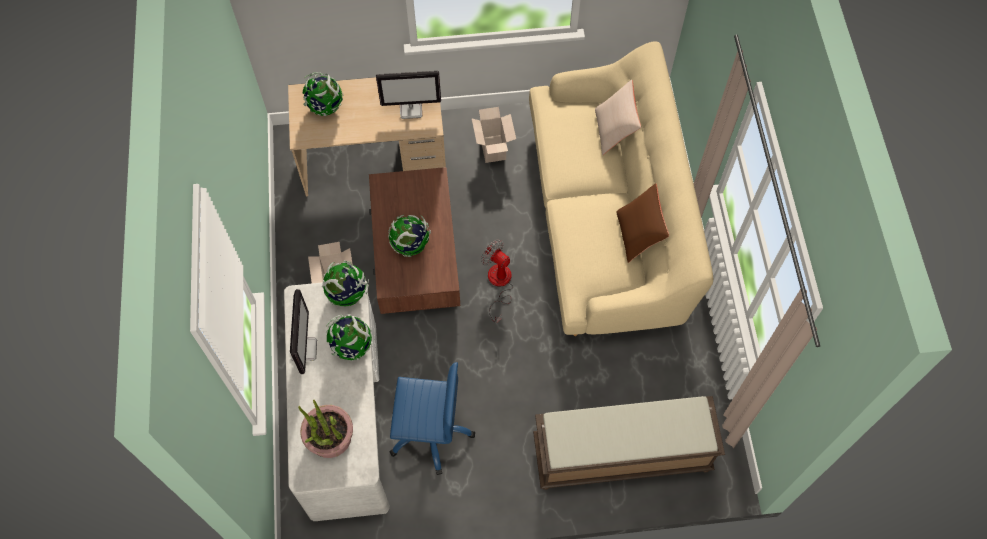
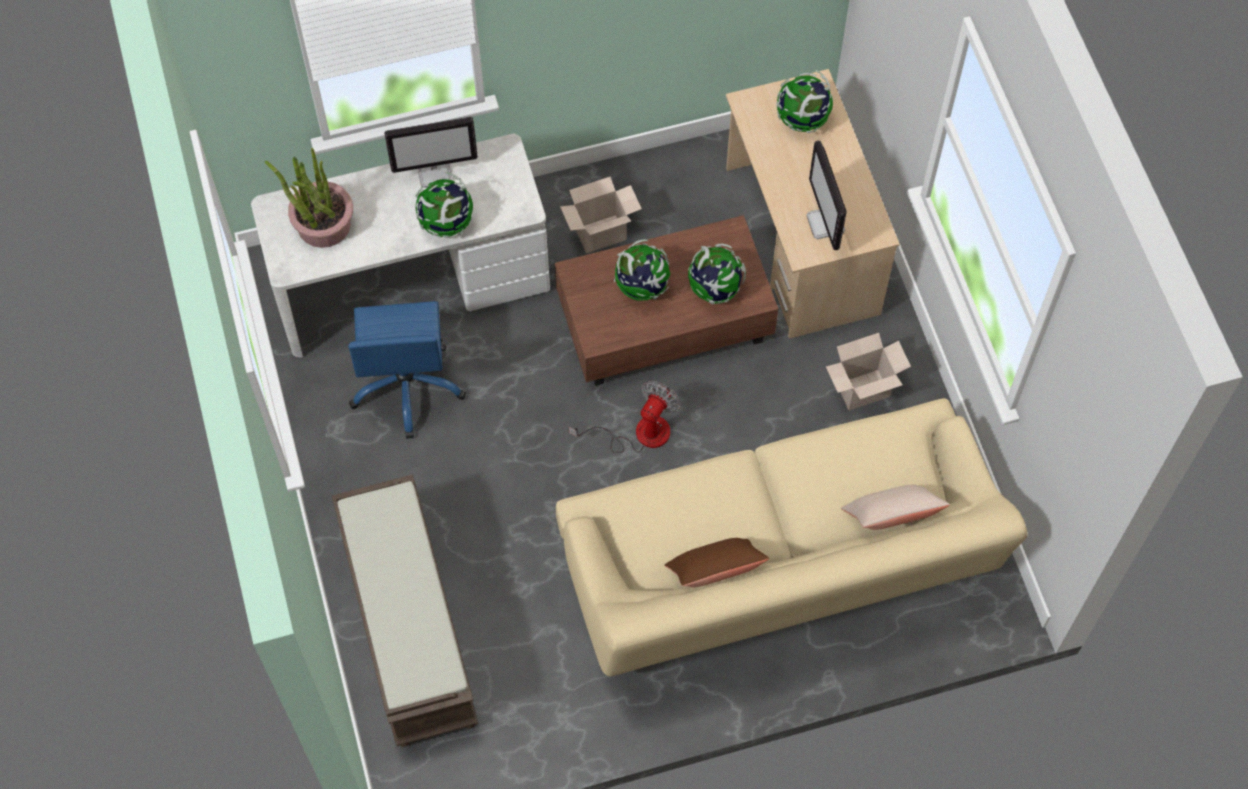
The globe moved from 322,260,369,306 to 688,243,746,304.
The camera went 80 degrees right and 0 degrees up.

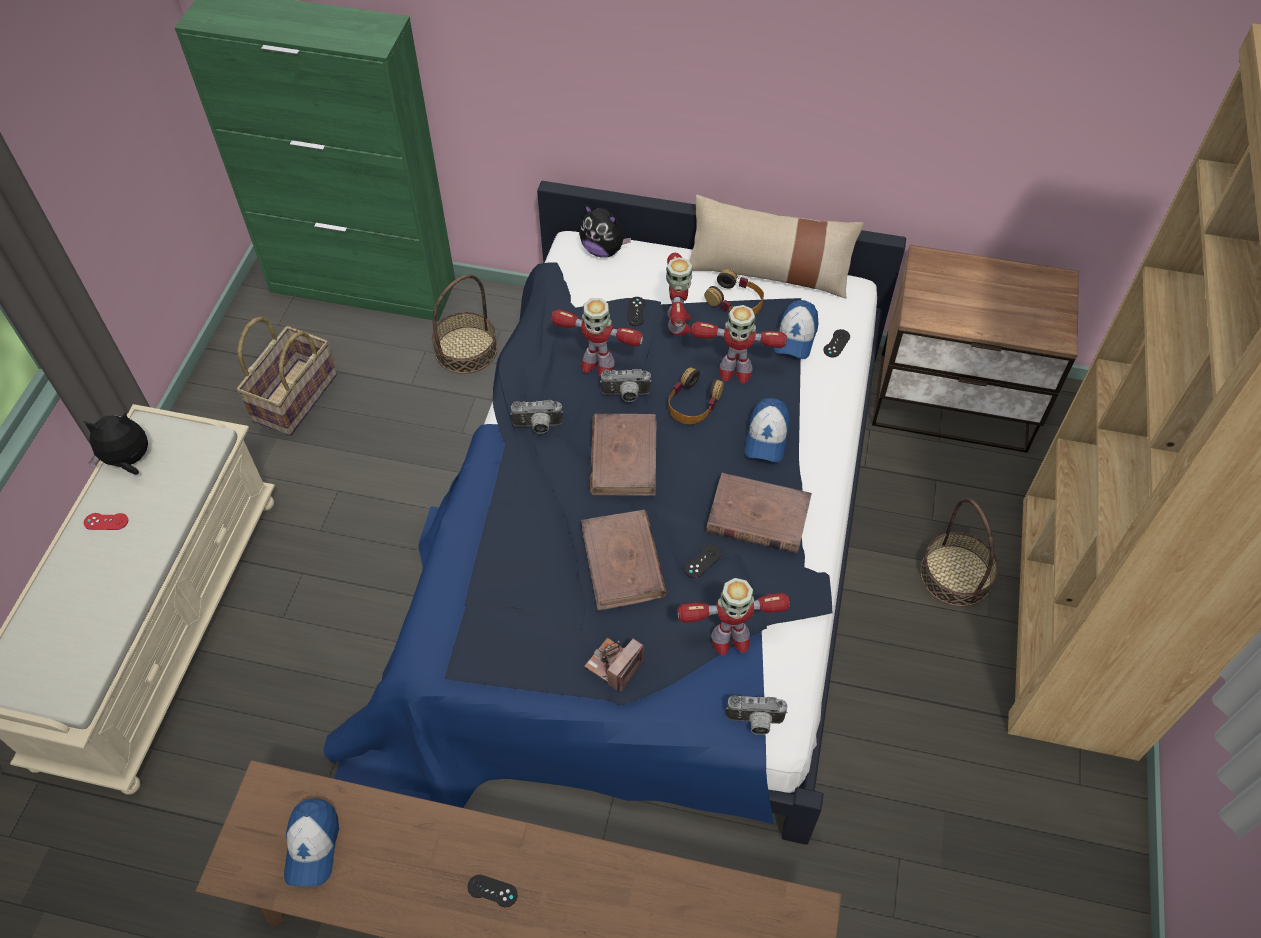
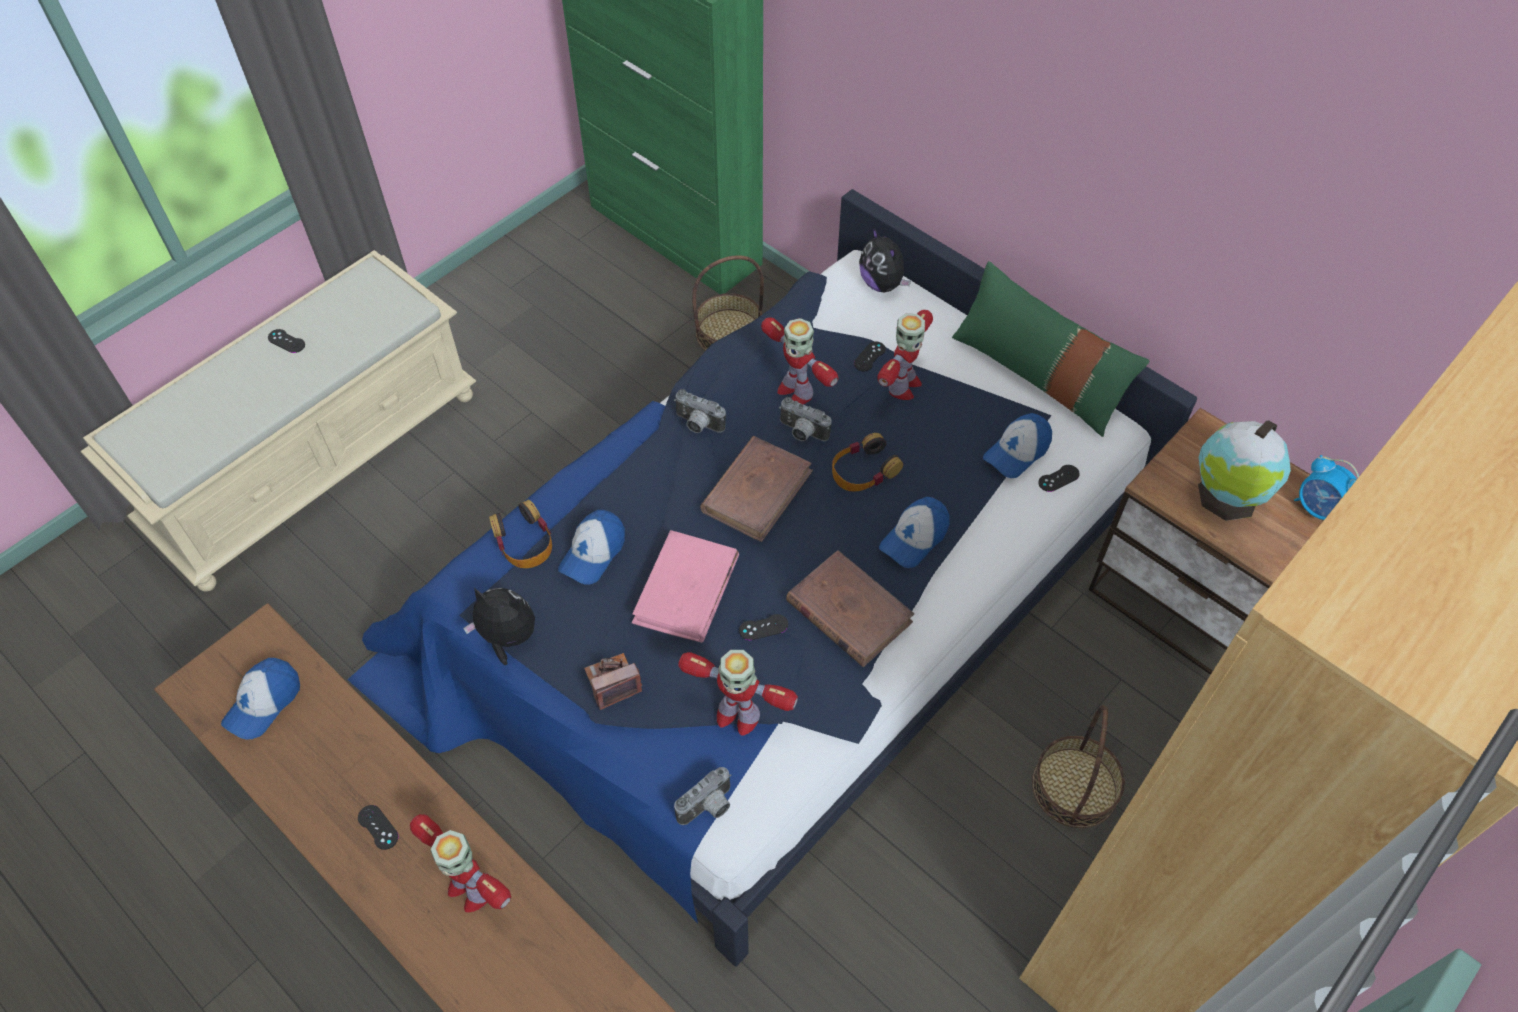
The beige pillow at 689,195,864,298 became the green pillow at 952,261,1150,437.
The headphones moved from 704,269,764,315 to 489,500,552,568.
The toy robot moved from 691,305,787,384 to 410,814,511,913.
The basket at 236,317,337,436 disappeared.
The plush toy moved from 84,413,148,475 to 463,588,535,665.
The brown book at 581,510,667,611 became the pink book at 632,530,739,643.
The red game controller at 84,513,128,530 became the black game controller at 268,329,305,353.
The photo camera at 726,695,788,735 turned 75 degrees counterclockwise.
The globe at 1198,421,1291,521 appeared.
The alarm clock at 1294,455,1359,520 appeared.
The cap at 558,510,625,584 appeared.
The camera went 30 degrees right and 0 degrees up.

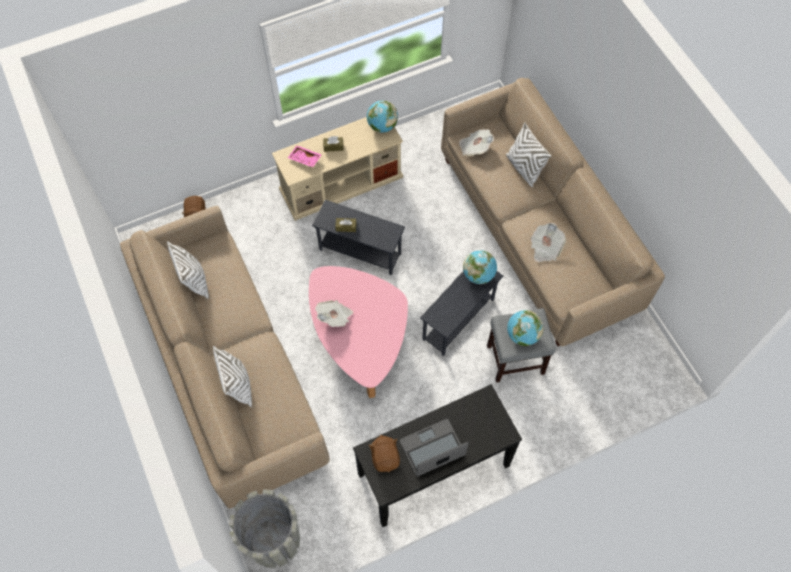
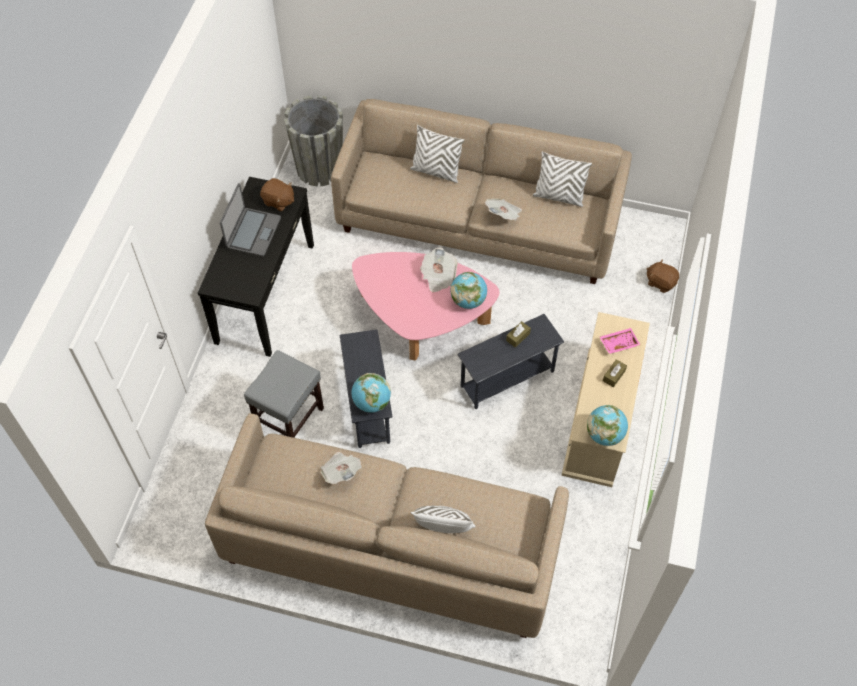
The newspaper moved from 459,129,494,156 to 485,199,522,220.
The globe moved from 507,310,543,346 to 450,272,487,309.
The camera went 130 degrees right and 5 degrees down.

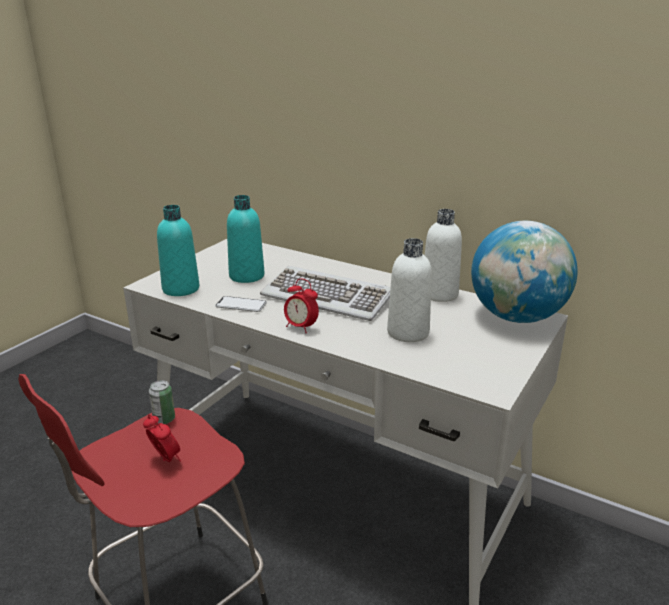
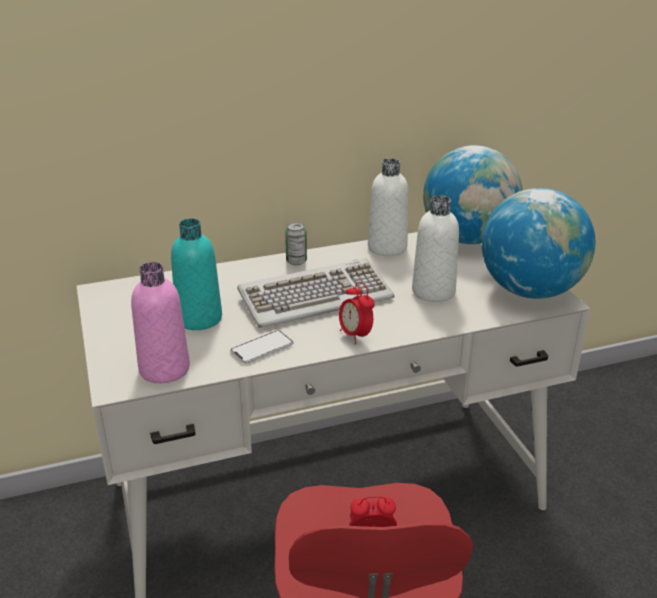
The turquoise bottle at 157,205,199,296 became the pink bottle at 131,262,190,383.
The alarm clock at 284,279,319,333 turned 75 degrees clockwise.
The can moved from 149,380,175,424 to 285,222,307,265.
The globe at 482,188,595,299 appeared.
The camera went 50 degrees left and 5 degrees up.

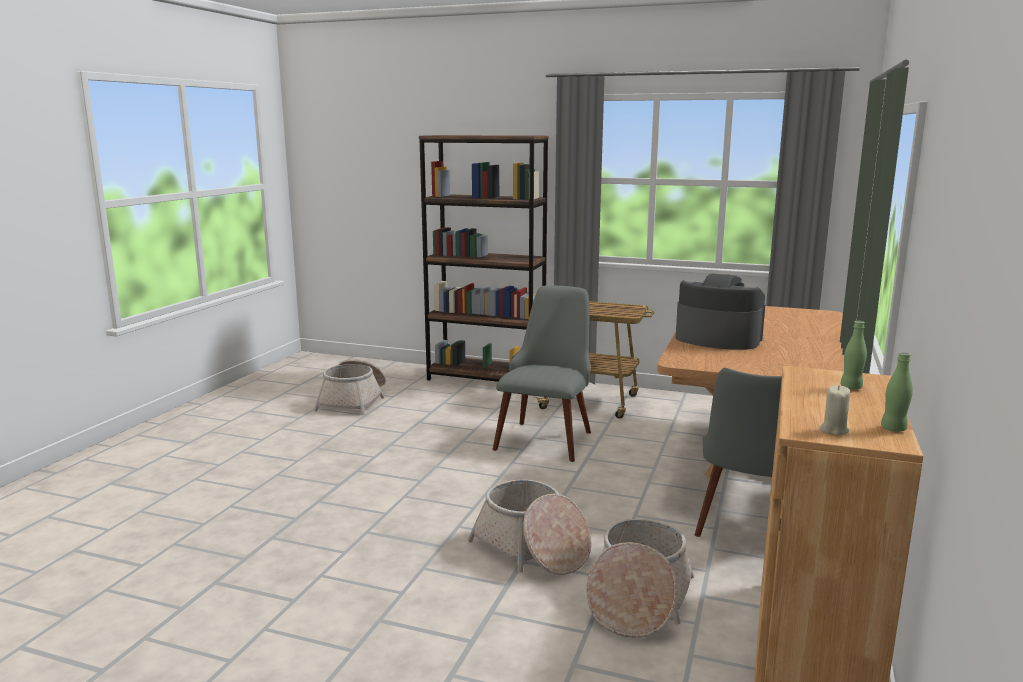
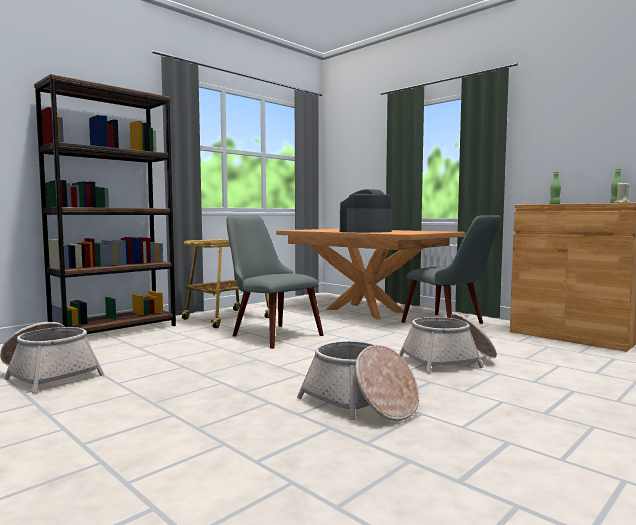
The basket moved from 586,519,694,638 to 297,341,419,421.
The camera went 65 degrees left and 10 degrees down.

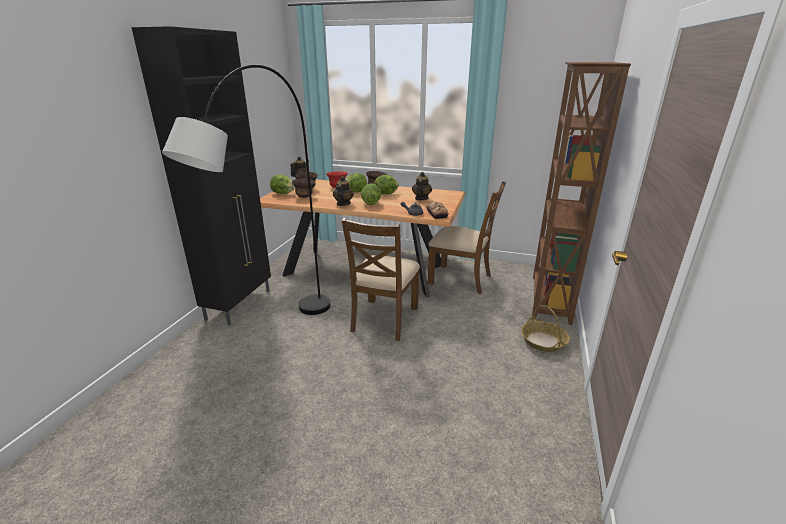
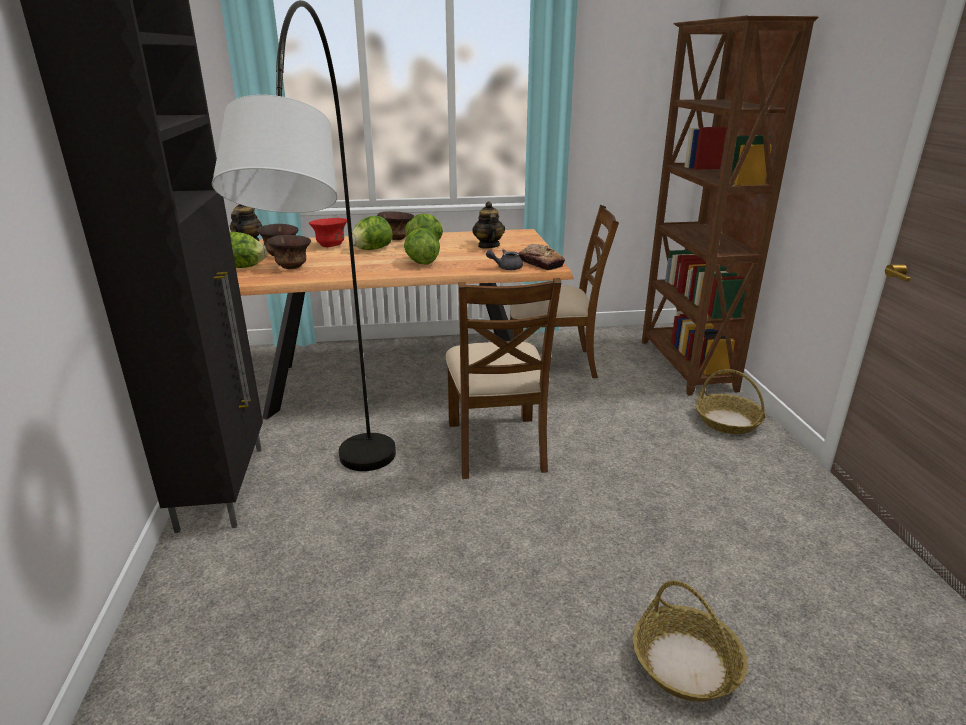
The teapot at 333,176,354,206 disappeared.
The basket at 633,580,748,702 appeared.
The camera went 25 degrees left and 0 degrees up.

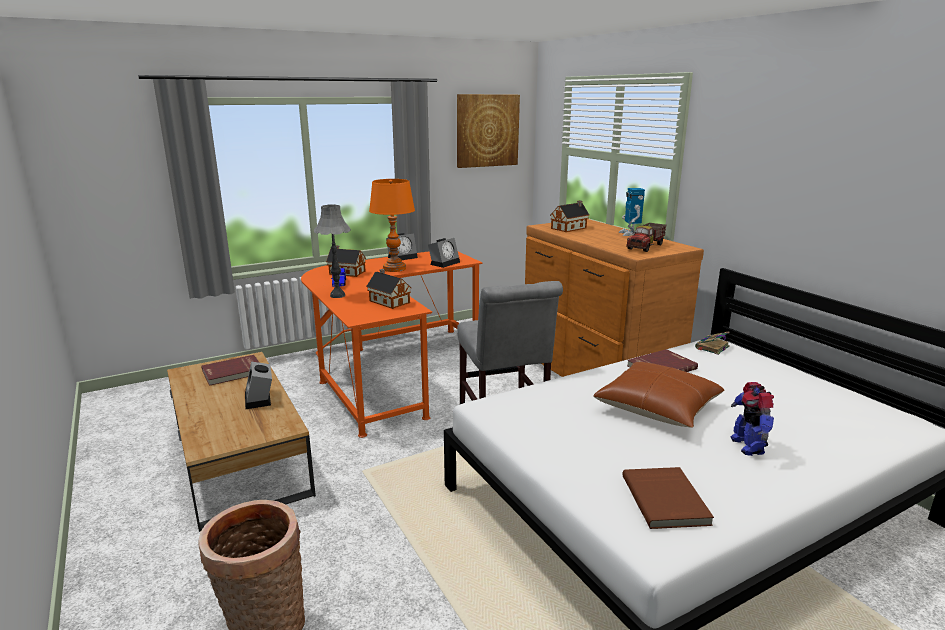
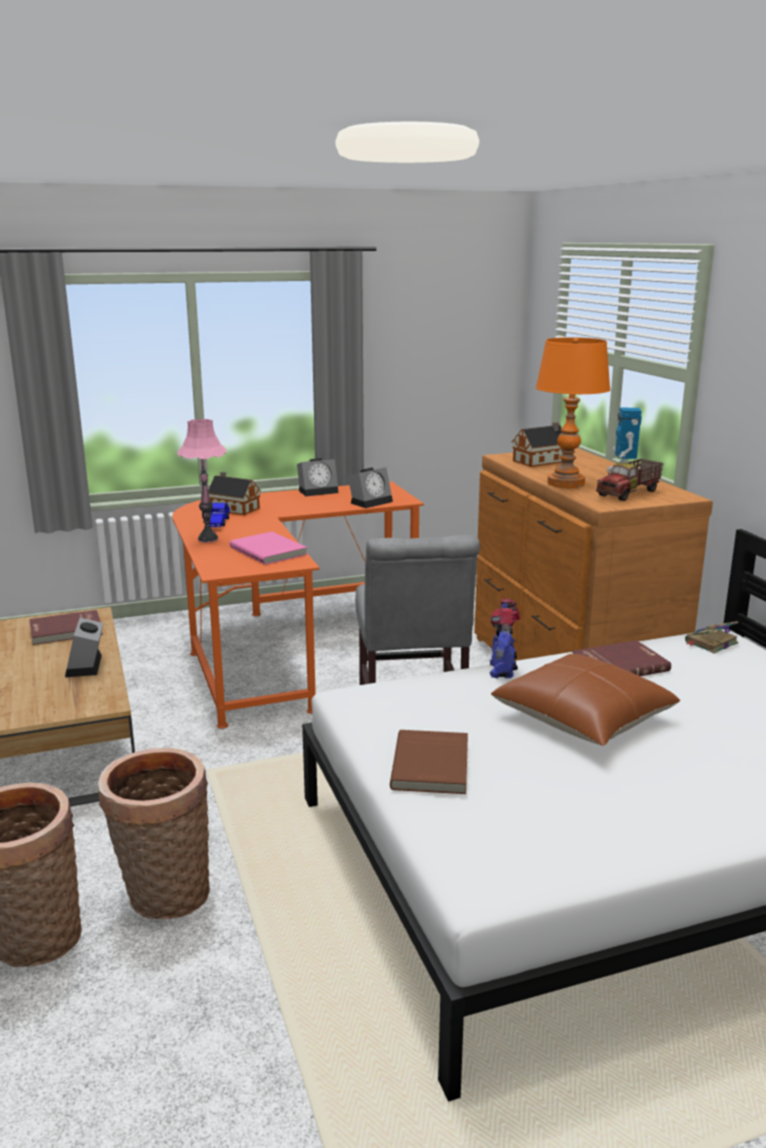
The picture at 457,94,520,168 disappeared.
The orange table lamp moved from 369,179,415,272 to 536,337,611,488.
The grey table lamp at 313,204,351,298 became the pink table lamp at 177,419,226,543.
The toy house at 366,269,411,309 was replaced by the pink book at 230,531,307,565.
The toy robot moved from 731,382,774,456 to 490,599,520,679.
The brown book moved from 622,467,714,529 to 390,730,468,794.
The basket at 98,748,210,920 appeared.
The camera went 10 degrees right and 0 degrees up.

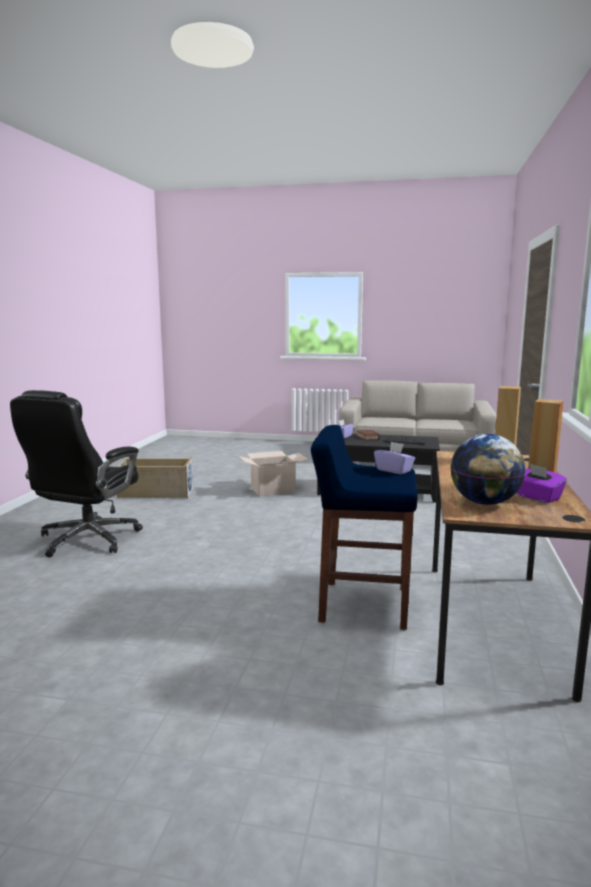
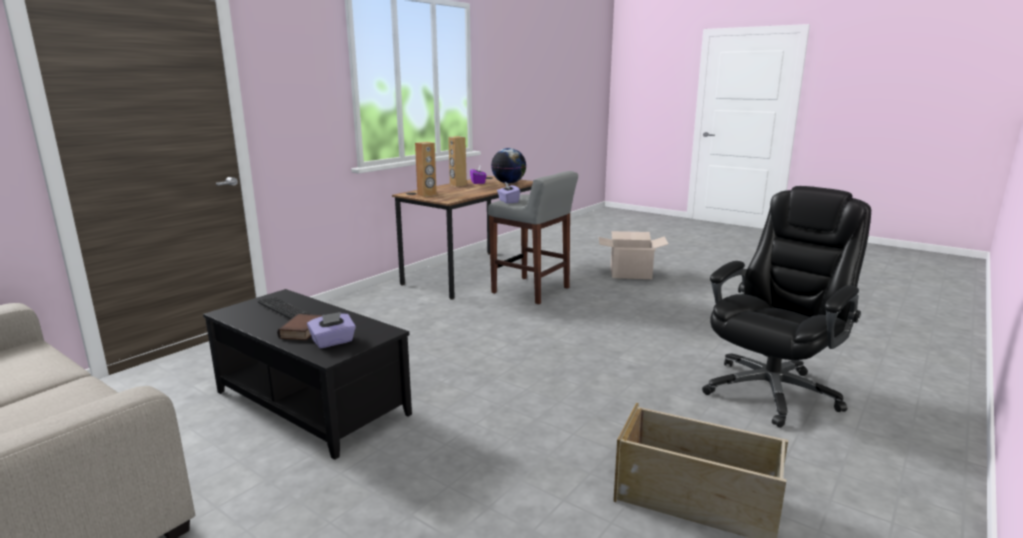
The blue stool at 311,425,418,630 became the grey stool at 488,171,578,304.
The cardboard box moved from 239,451,308,496 to 599,231,669,279.
The camera went 155 degrees left and 5 degrees up.

